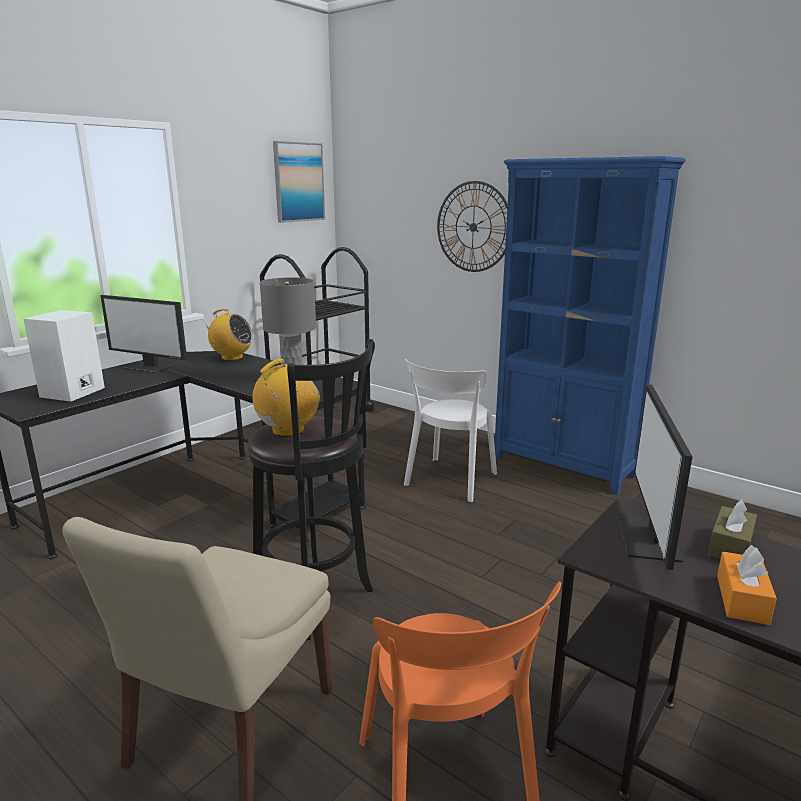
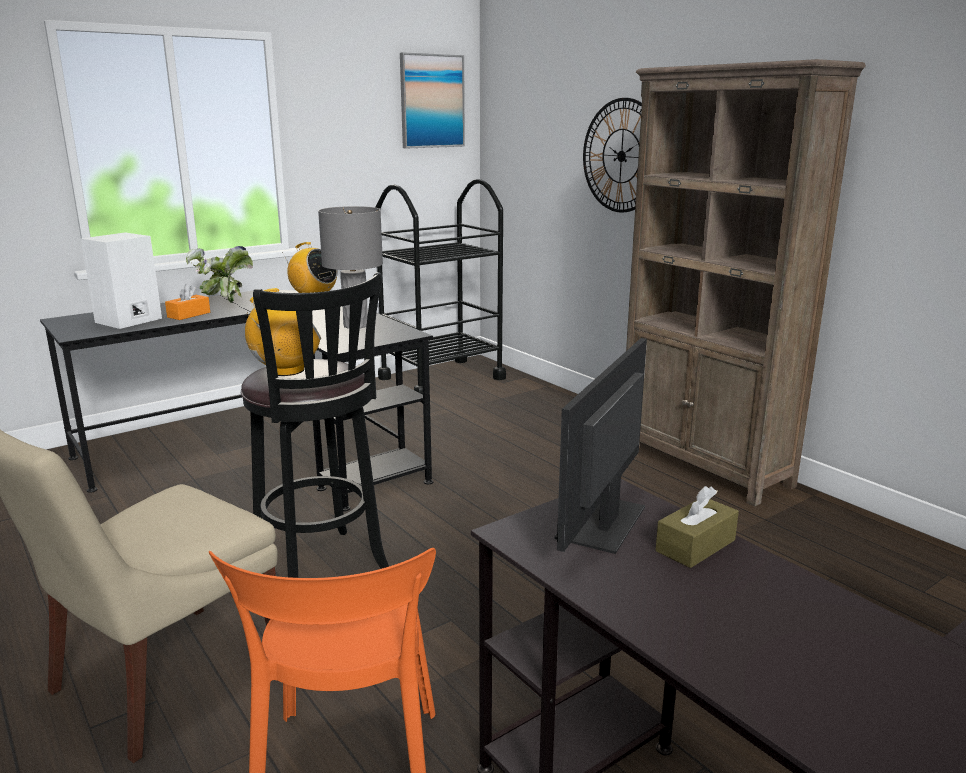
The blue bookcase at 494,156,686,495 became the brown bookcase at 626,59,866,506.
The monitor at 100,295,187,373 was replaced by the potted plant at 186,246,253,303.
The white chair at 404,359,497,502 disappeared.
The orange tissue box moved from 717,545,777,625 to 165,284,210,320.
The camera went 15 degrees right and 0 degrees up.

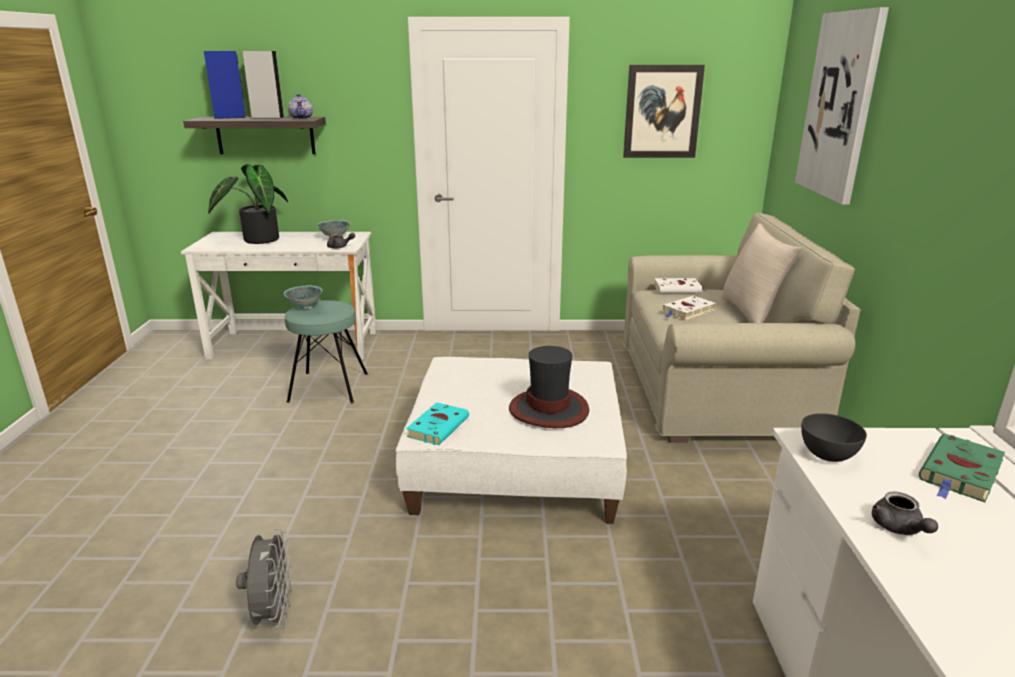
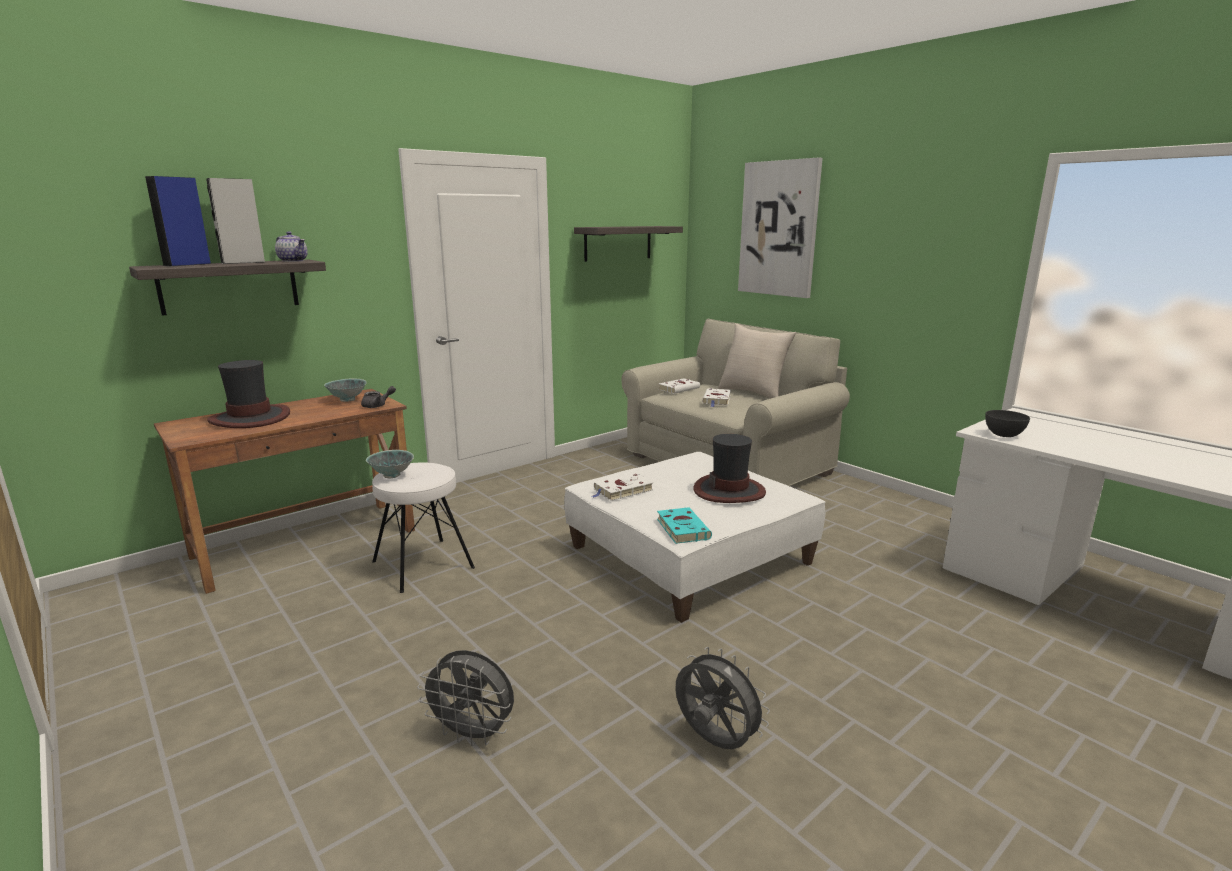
The picture at 623,65,705,158 was replaced by the shelf at 574,226,683,262.
The potted plant at 208,164,288,244 was replaced by the hat at 207,360,290,428.
The white desk at 181,232,376,360 became the brown desk at 154,389,415,594.
The turquoise stool at 285,300,368,404 became the white stool at 372,463,475,593.
The green book at 919,434,1005,502 disappeared.
The grey teapot at 872,492,938,535 disappeared.
The white book at 592,473,653,501 appeared.
The grey fan at 417,650,514,746 appeared.
The camera went 40 degrees left and 5 degrees down.

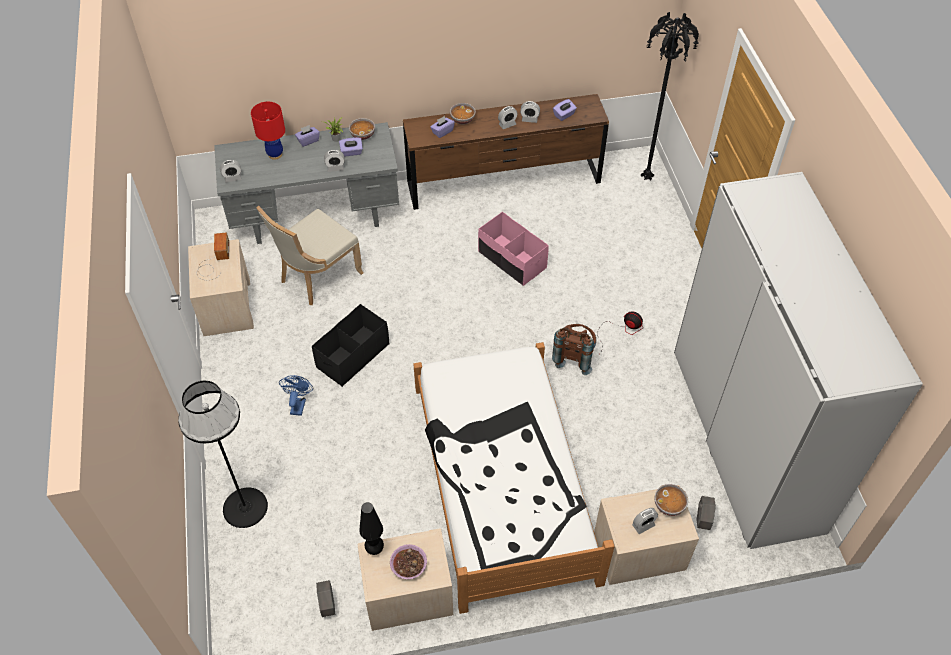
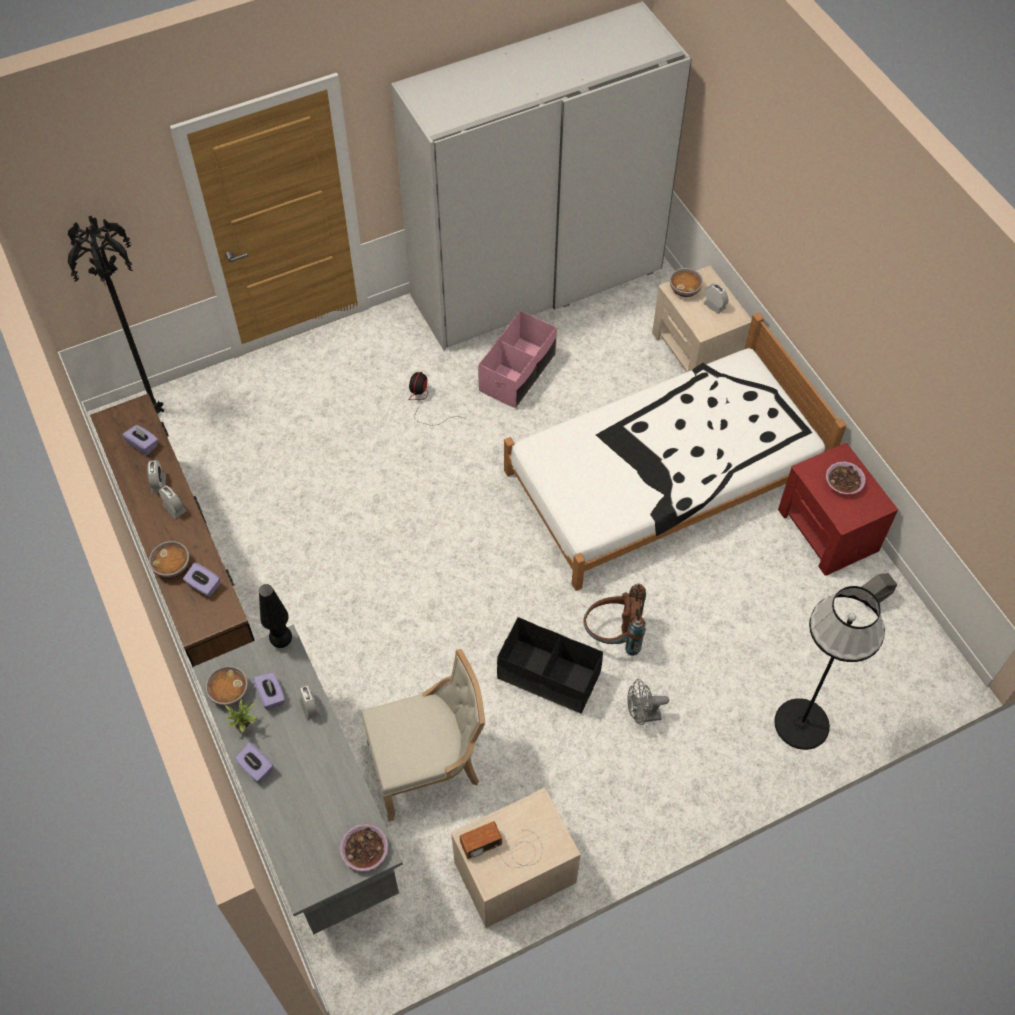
The red table lamp at 251,102,285,160 disappeared.
The alarm clock at 220,160,242,183 was replaced by the bowl at 340,824,388,871.
The beige chair at 256,206,364,305 turned 45 degrees counterclockwise.
The pink storage box moved from 478,212,549,286 to 478,311,557,408.
The brown backpack moved from 552,324,596,375 to 583,584,646,656.
The blue fan at 279,375,313,416 became the grey fan at 627,679,669,725.
The grey planter at 697,496,716,530 disappeared.
The black table lamp moved from 359,502,384,555 to 259,584,292,648.
The beige nightstand at 358,528,453,631 became the red nightstand at 778,442,898,576.
The camera went 105 degrees left and 5 degrees up.

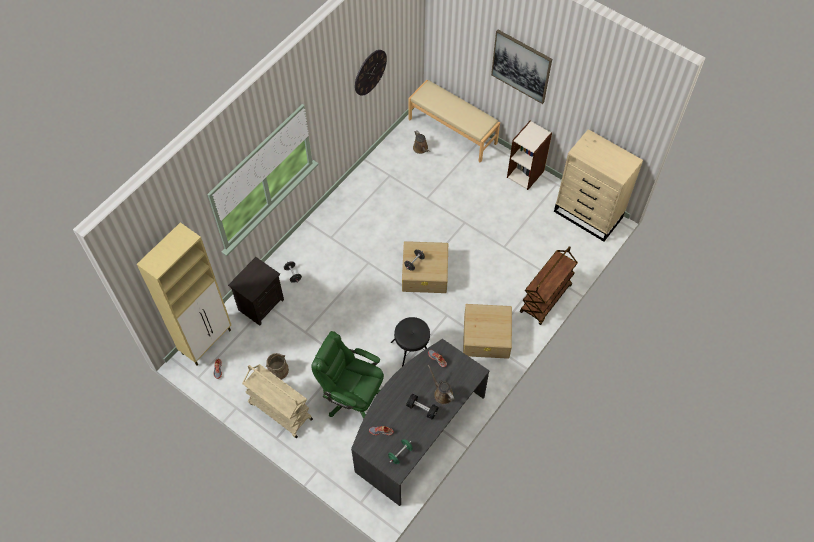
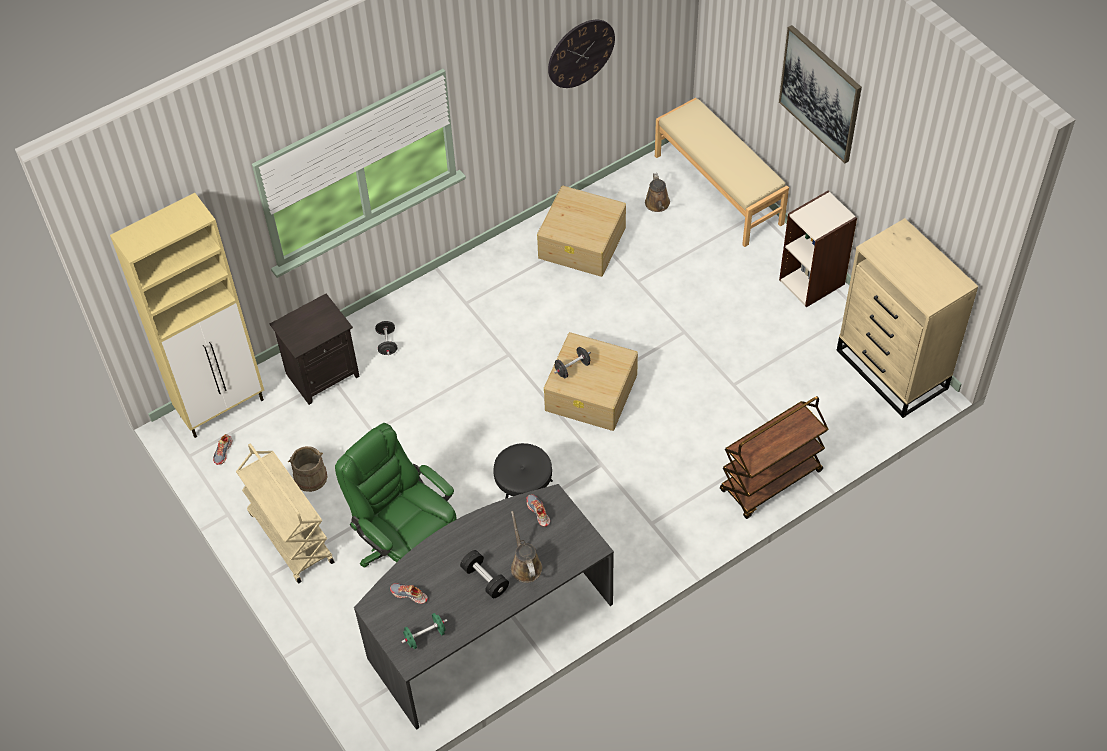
The beige storage box moved from 463,304,512,359 to 537,186,626,277.
The camera went 20 degrees right and 5 degrees down.

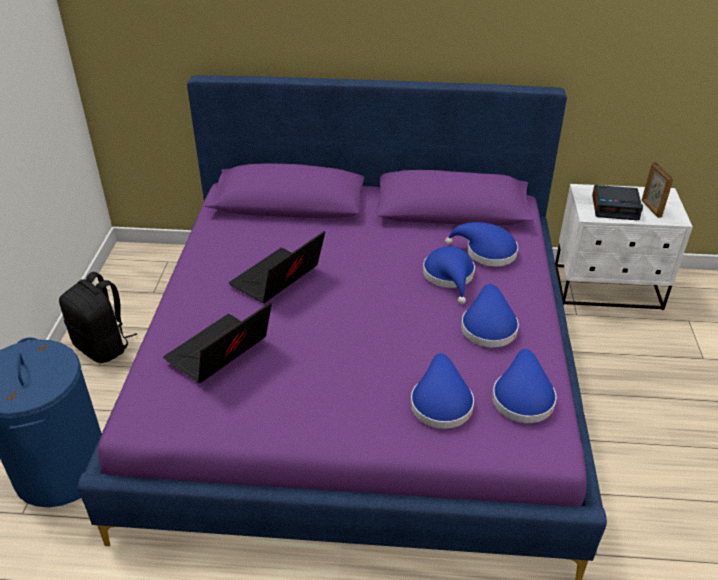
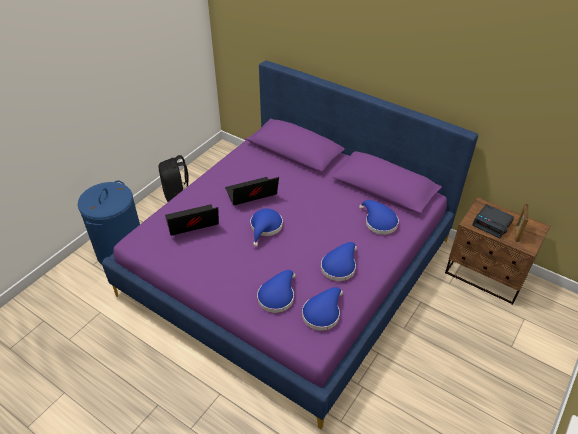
The white nightstand at 555,184,693,310 became the brown nightstand at 445,197,550,305.
The blue hat moved from 423,246,475,304 to 250,208,283,247.
The camera went 30 degrees right and 5 degrees up.

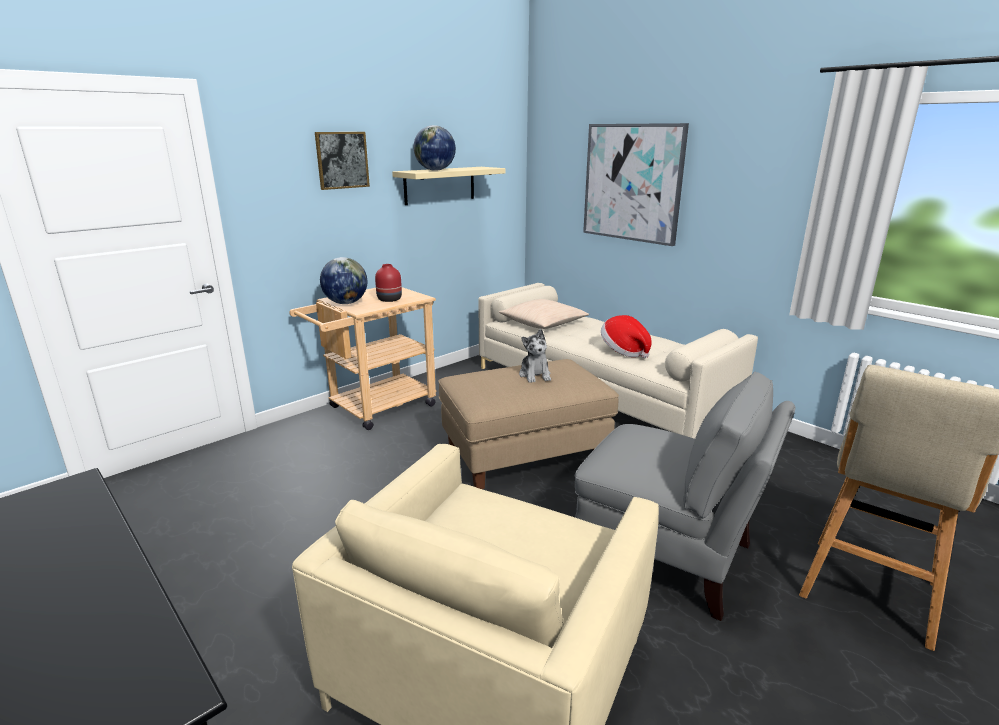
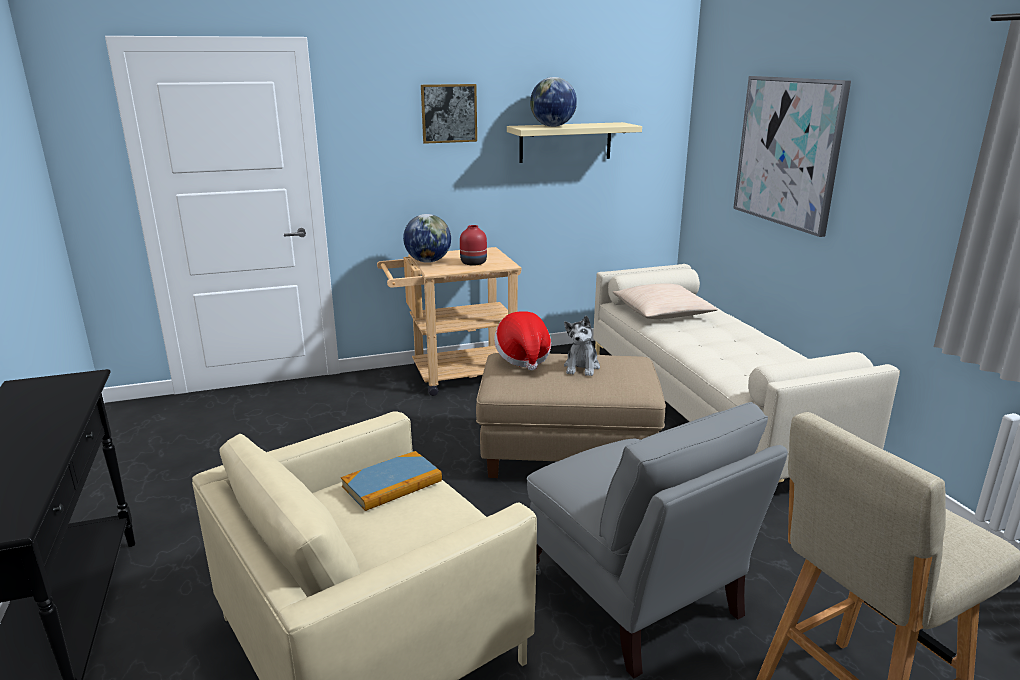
The hat moved from 601,315,652,358 to 494,311,551,370.
The book at 341,451,442,511 appeared.
The camera went 25 degrees right and 0 degrees up.

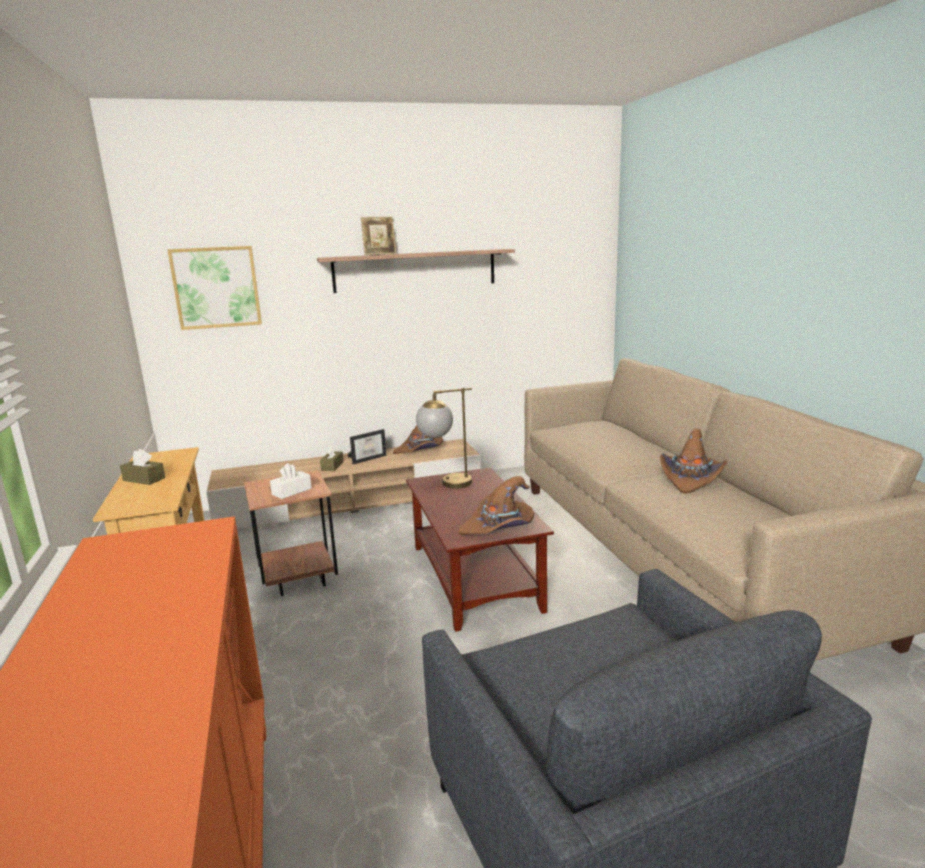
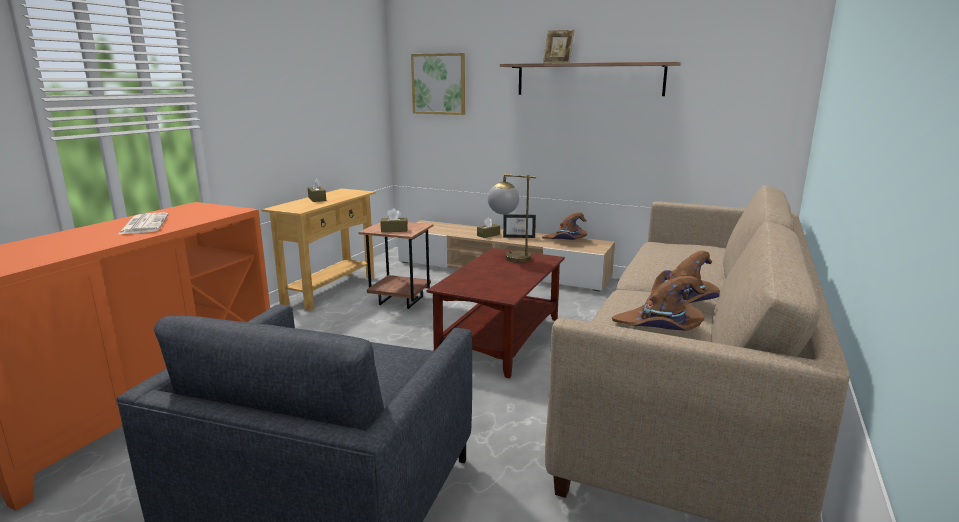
The white tissue box at 270,463,312,499 became the brown tissue box at 380,208,408,232.
The brown hat moved from 458,476,534,535 to 612,276,705,331.
The newspaper at 117,212,169,235 appeared.
The camera went 40 degrees right and 0 degrees up.

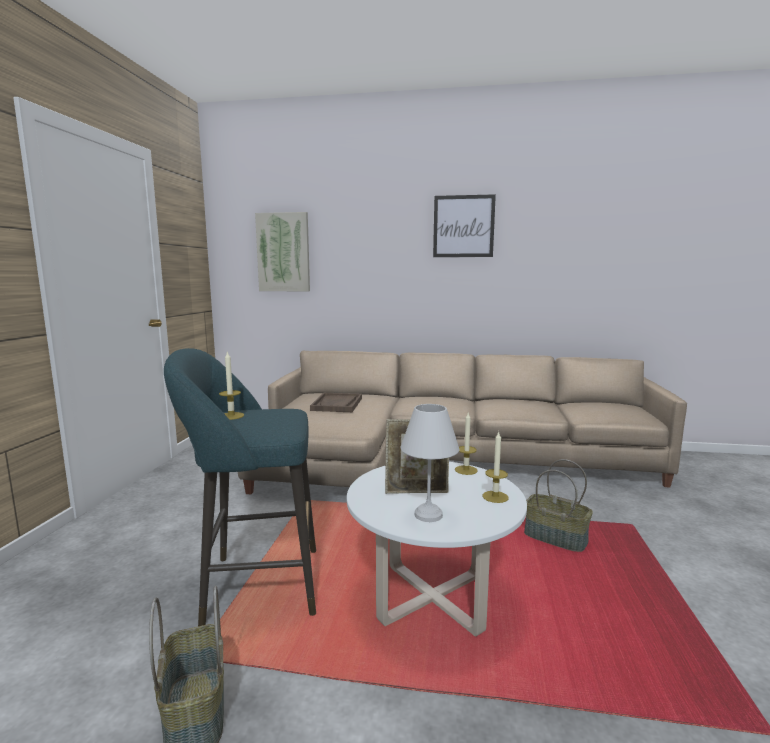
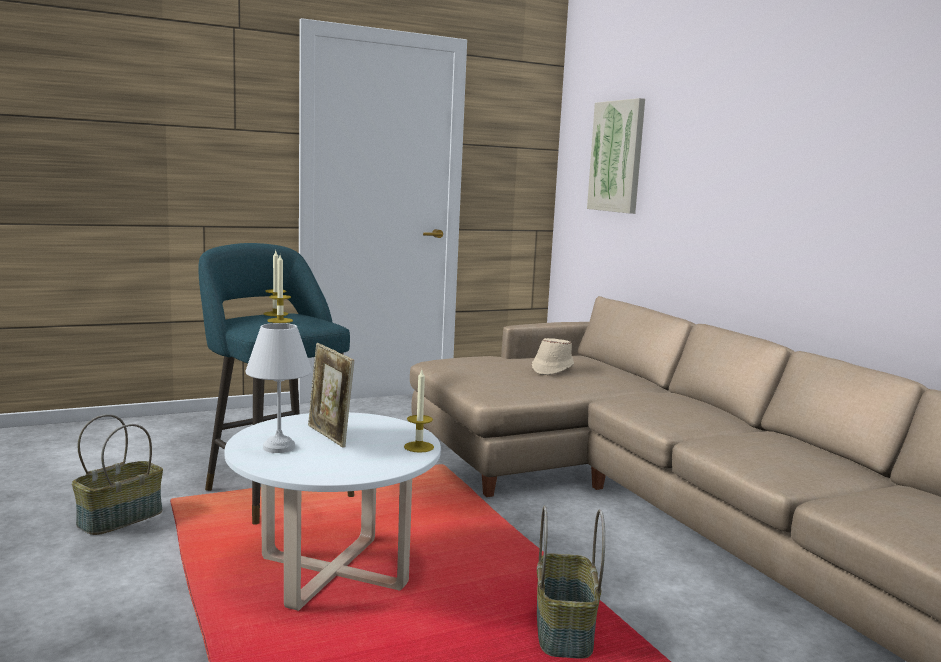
The picture at 433,194,496,257 disappeared.
The brown tray at 310,393,362,412 was replaced by the beige hat at 532,338,574,375.
The candle moved from 483,431,509,503 to 267,255,293,323.
The camera went 55 degrees right and 0 degrees up.

